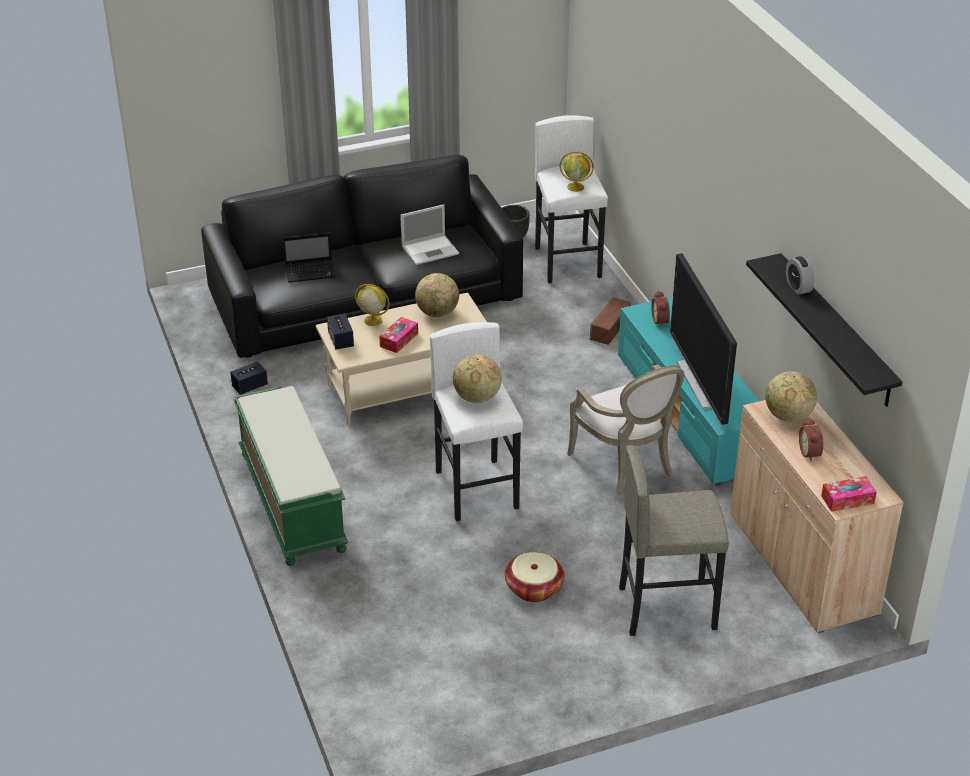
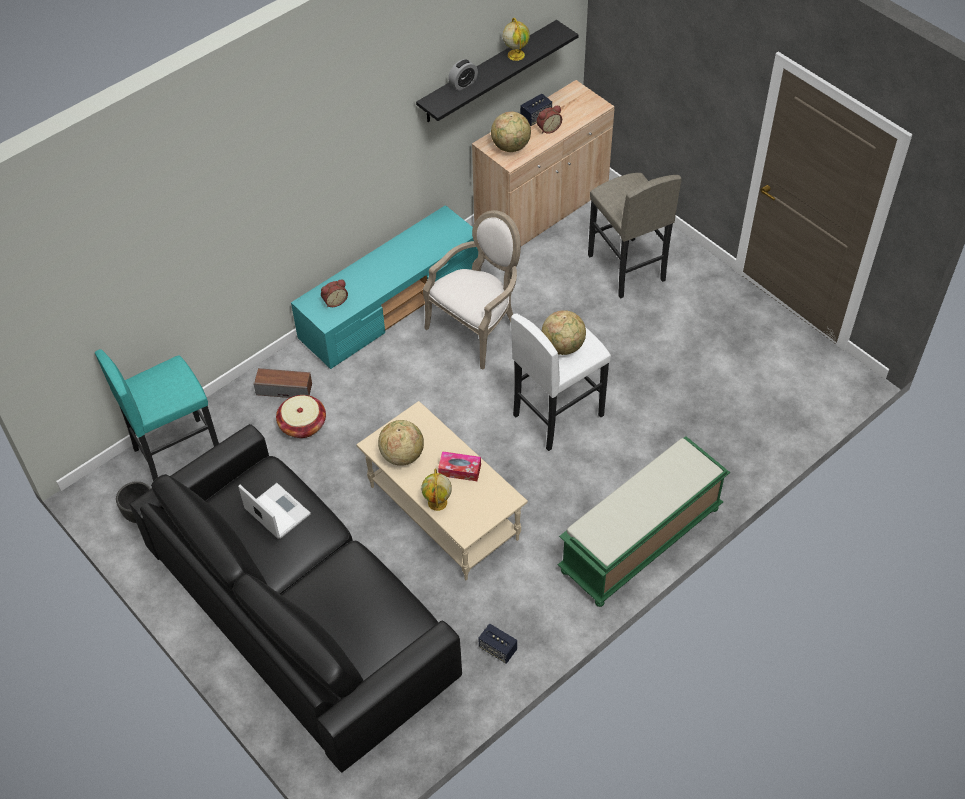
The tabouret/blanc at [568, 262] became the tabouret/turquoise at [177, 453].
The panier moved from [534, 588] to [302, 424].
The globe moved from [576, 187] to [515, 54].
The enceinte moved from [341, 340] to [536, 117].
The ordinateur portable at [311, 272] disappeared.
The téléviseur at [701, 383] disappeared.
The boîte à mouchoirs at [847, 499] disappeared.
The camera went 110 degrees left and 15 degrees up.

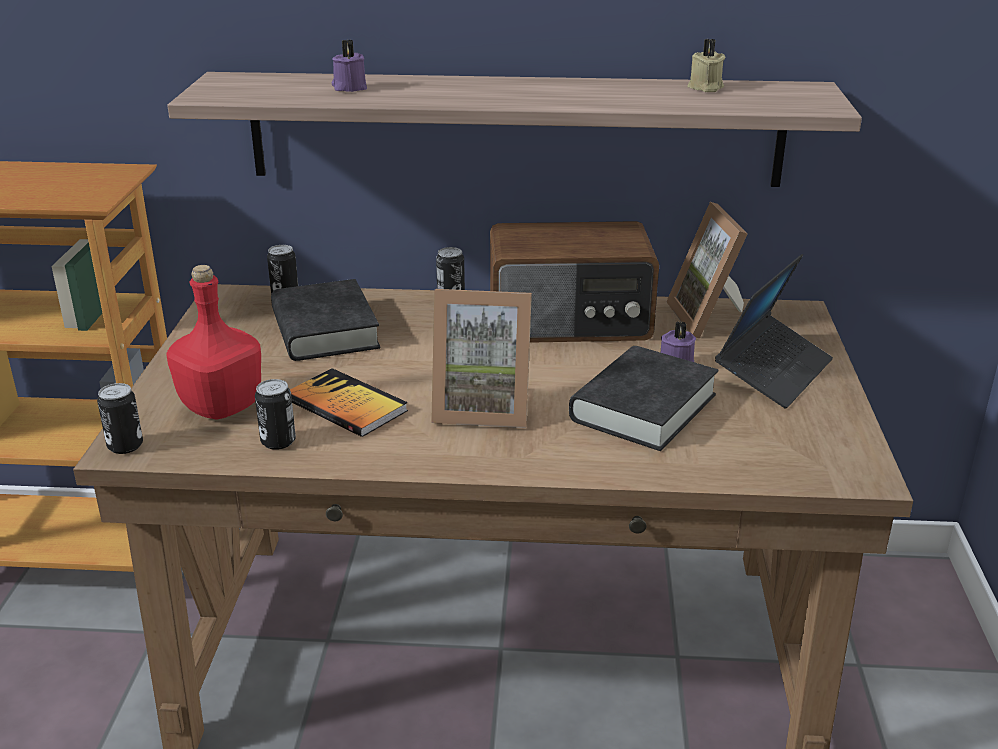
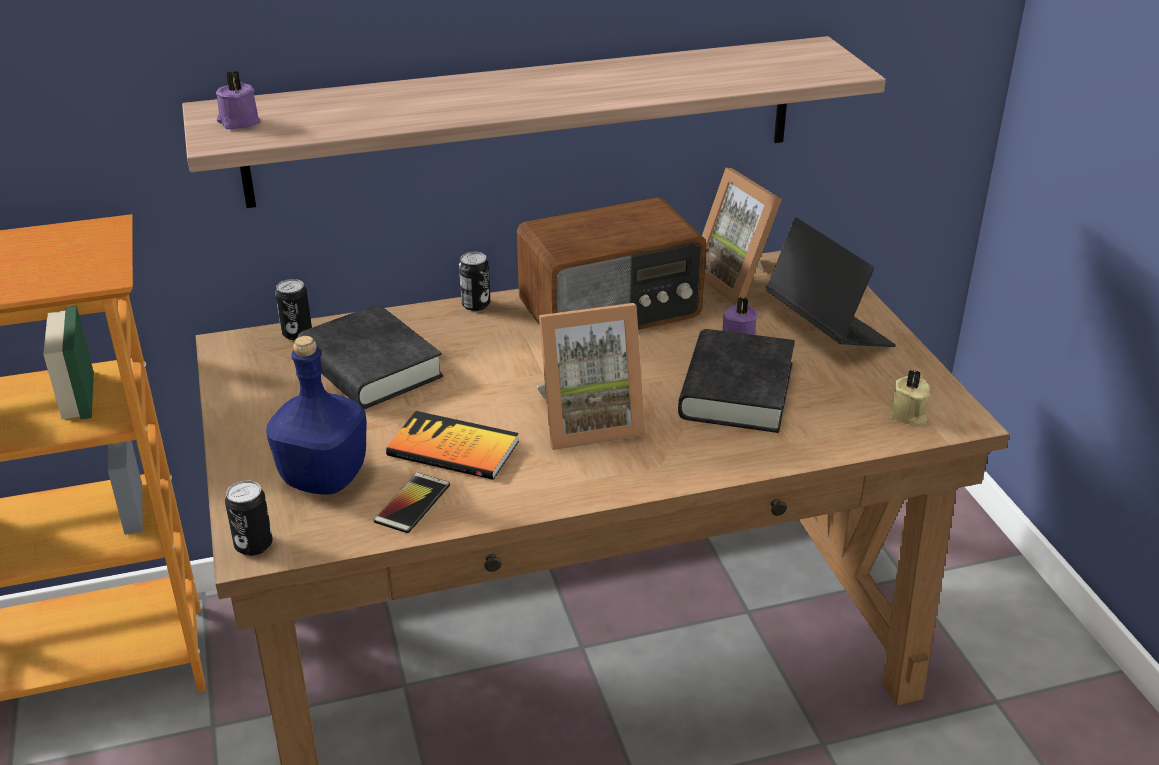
The bougie/violet moved from [349, 88] to [238, 122].
The bouteille/rouge at [223, 405] became the bouteille/bleu at [324, 476].
The boîte métallique at [278, 441] was replaced by the téléphone at [412, 503].
The ordinateur portable at [773, 372] turned 45 degrees counterclockwise.
The bougie/beige moved from [705, 88] to [908, 415].
The camera went 20 degrees left and 5 degrees up.

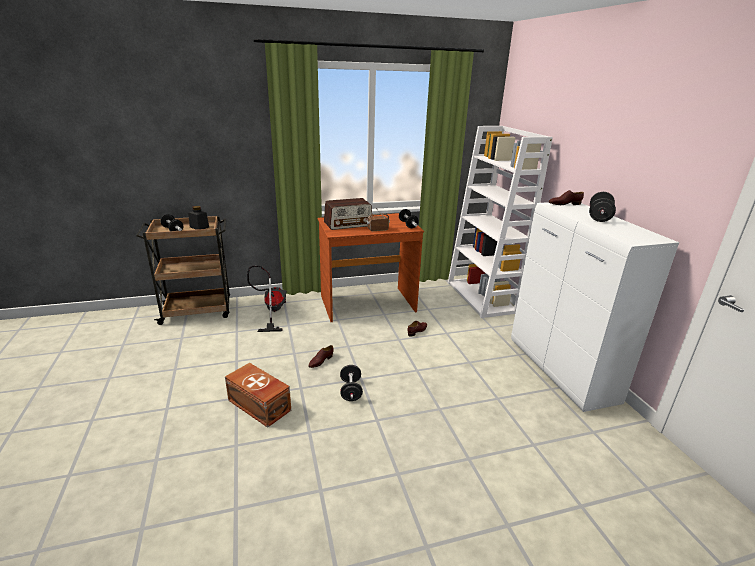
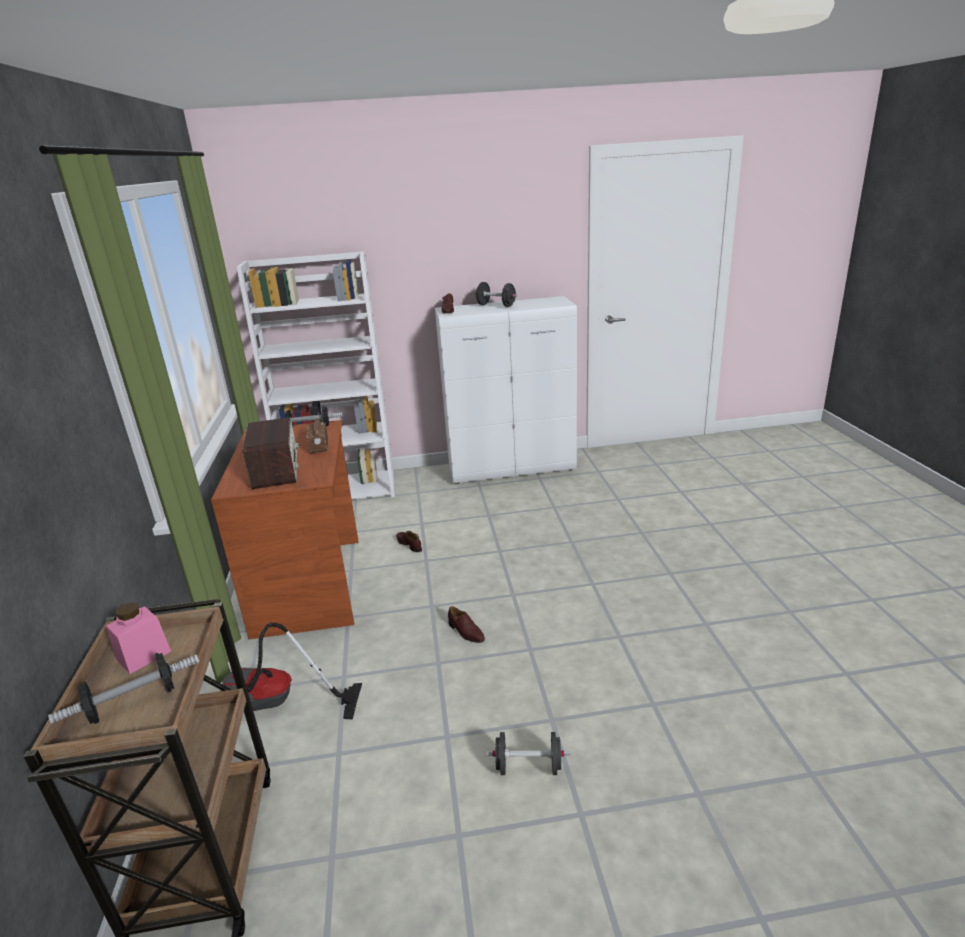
The bocal/noir at [199, 227] became the bocal/rose at [144, 655].
The haltère/noir moved from [351, 391] to [528, 767].
The boîte de rangement/marron at [259, 406] disappeared.
The camera went 80 degrees left and 0 degrees up.

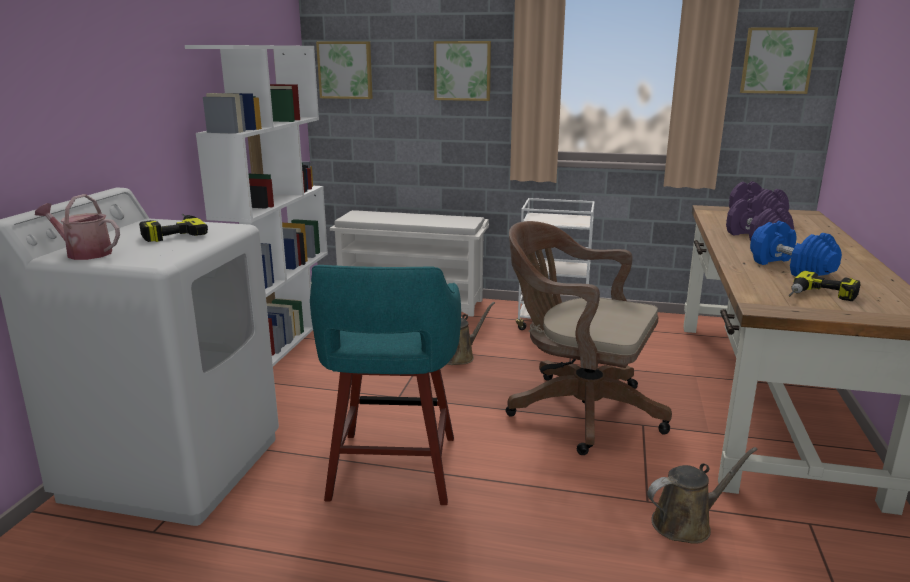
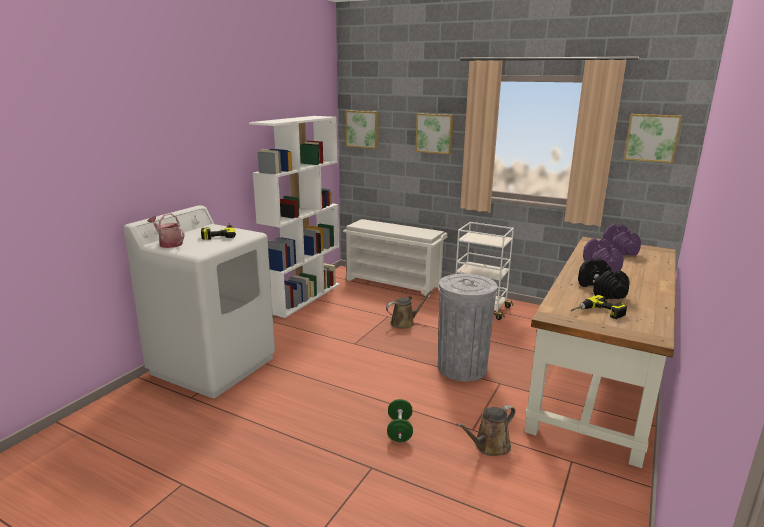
The haltère/vert at [399, 430] appeared.
The chaise de bureau/marron at [577, 410] was replaced by the poubelle/gris at [462, 368].
The arrosoir/marron at [686, 523] turned 150 degrees clockwise.
The haltère/bleu at [790, 267] became the haltère/noir at [600, 291].
The tabouret/turquoise at [392, 470] disappeared.
The camera went 15 degrees right and 0 degrees up.

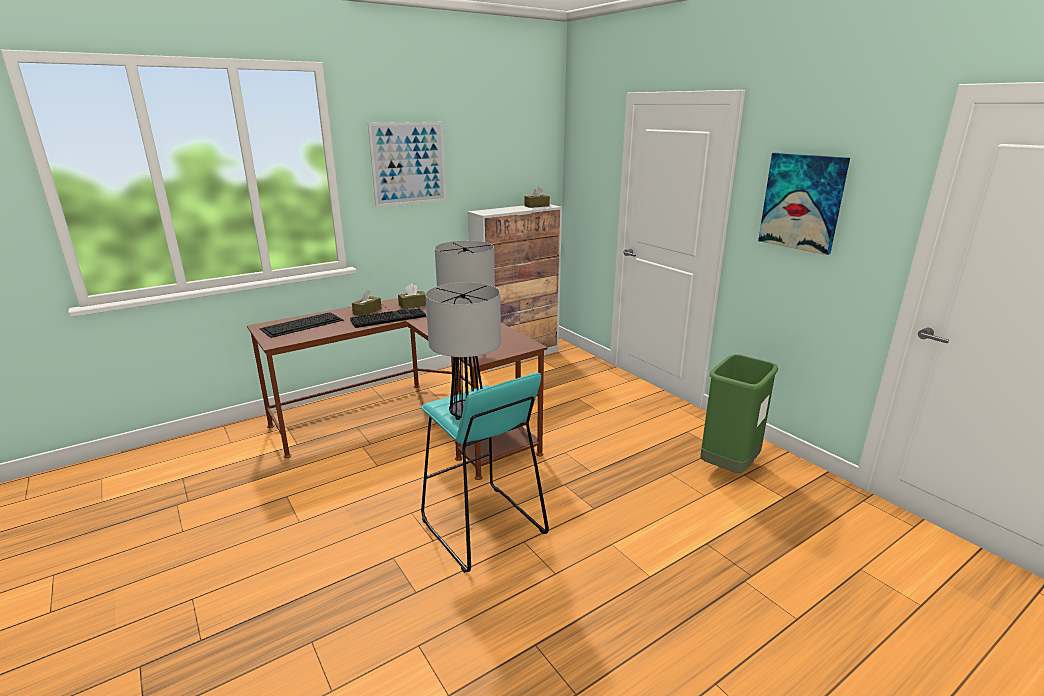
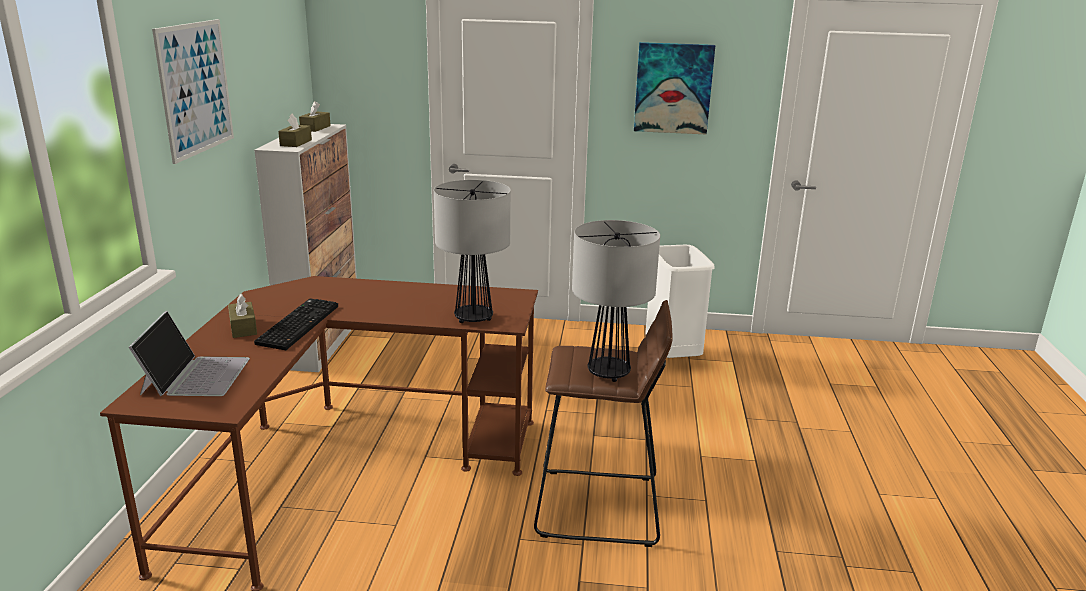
The clavier at [303, 324] was replaced by the ordinateur portable at [195, 375].
The boîte à mouchoirs/marron moved from [413, 305] to [296, 143].
The tabouret/turquoise at [482, 527] became the tabouret/marron at [599, 507].
The poubelle/vert at [728, 467] became the poubelle/blanc at [671, 358].
The camera went 50 degrees left and 0 degrees up.

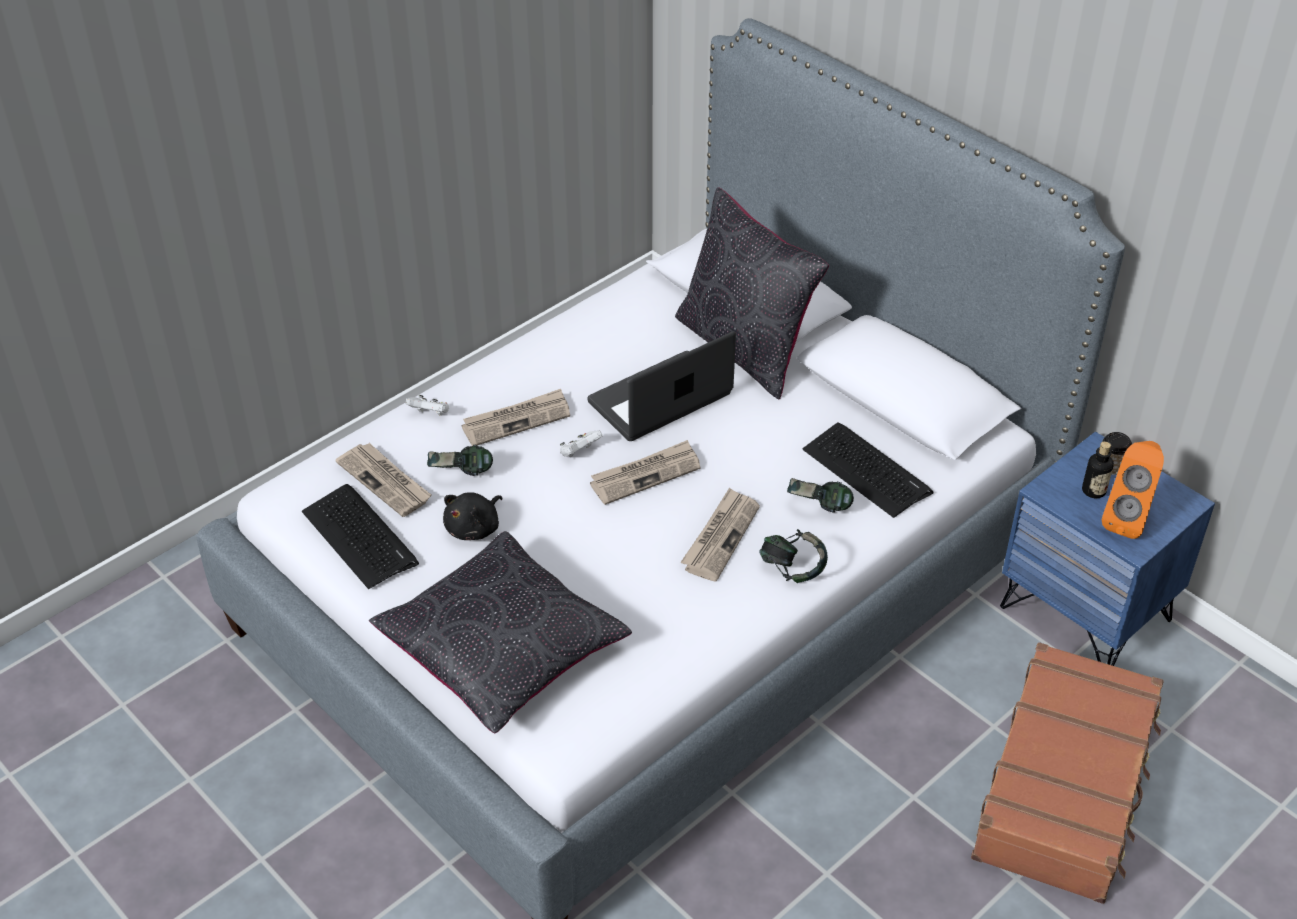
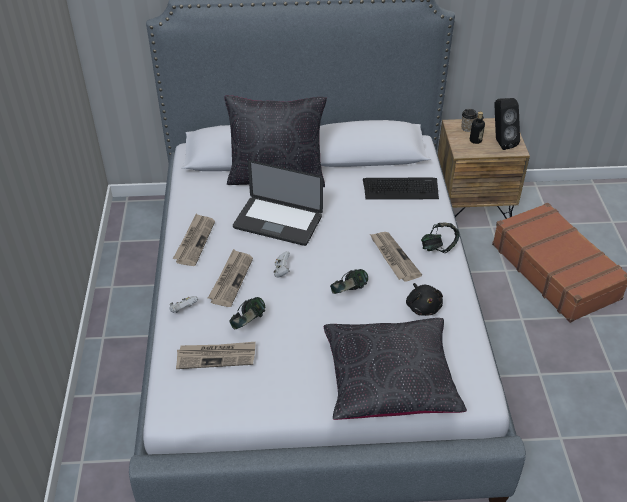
The journal moved from [645, 474] to [194, 241].
The ordinateur portable at [660, 399] turned 75 degrees counterclockwise.
The casque audio moved from [818, 509] to [349, 292].
The peluche/noir moved from [475, 528] to [423, 306].
The table de chevet/bleu at [1086, 613] became the table de chevet/marron at [472, 206].
The enceinte/orange at [1127, 520] became the enceinte/noir at [500, 142].
The clavier at [360, 537] disappeared.
The camera went 50 degrees left and 0 degrees up.

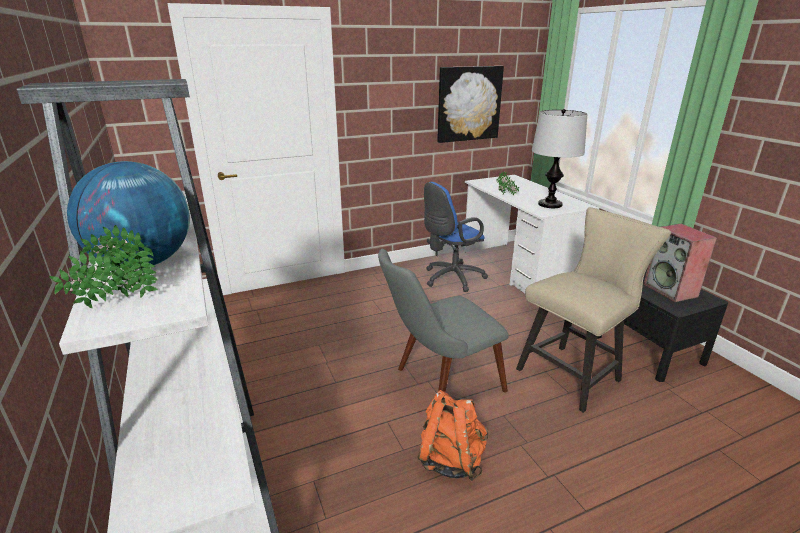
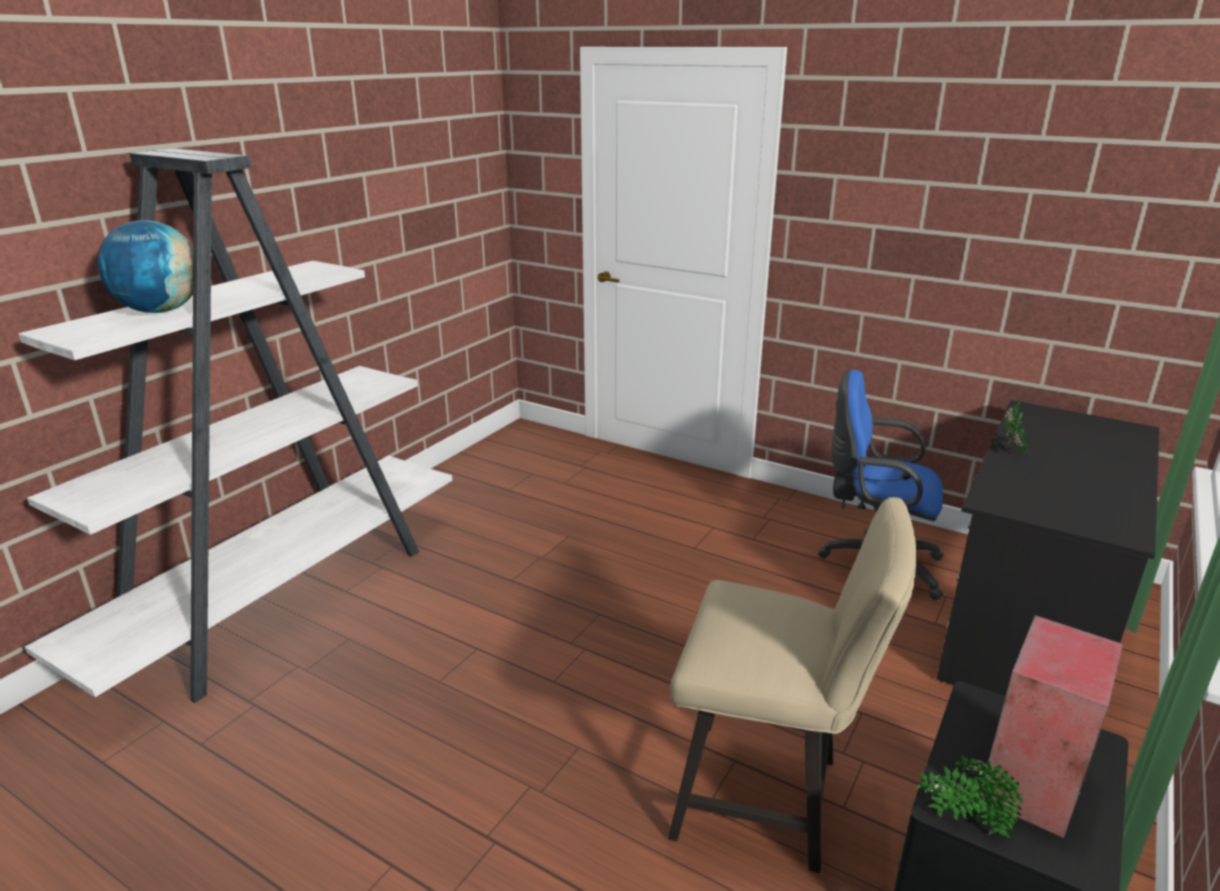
The plante en pot moved from [116, 301] to [963, 820].
The bureau/blanc at [517, 270] became the bureau/noir at [1029, 624].
The chaise/gris at [438, 383] disappeared.
The sac à dos/orange at [450, 459] disappeared.
The tableau at [468, 104] disappeared.
The lampe de table at [549, 204] disappeared.
The camera went 55 degrees right and 0 degrees up.

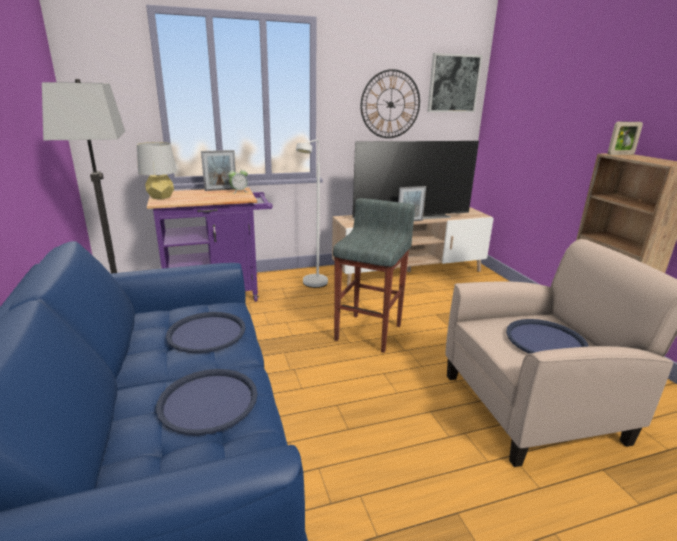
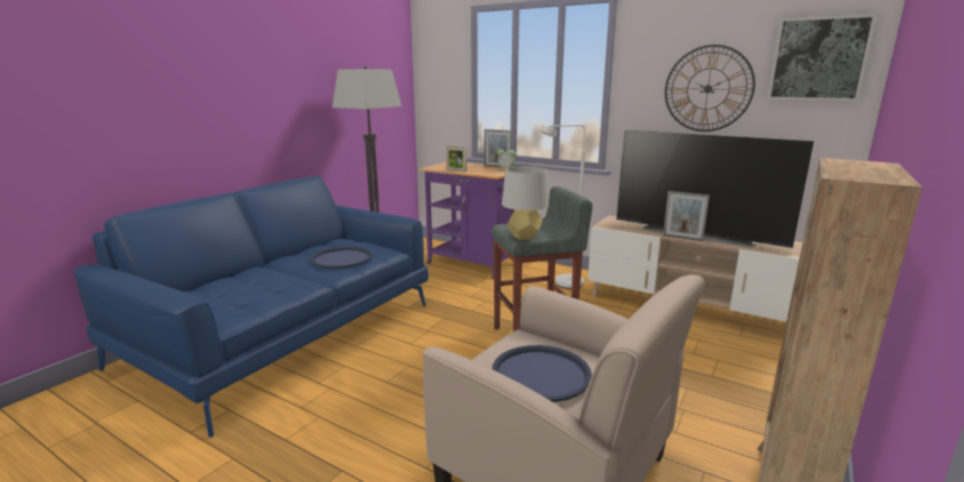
The cadre photo moved from [620, 154] to [456, 170].
The lampe de table/gris moved from [161, 197] to [524, 237].
The plateau/bleu at [208, 401] disappeared.
The camera went 50 degrees right and 5 degrees down.

